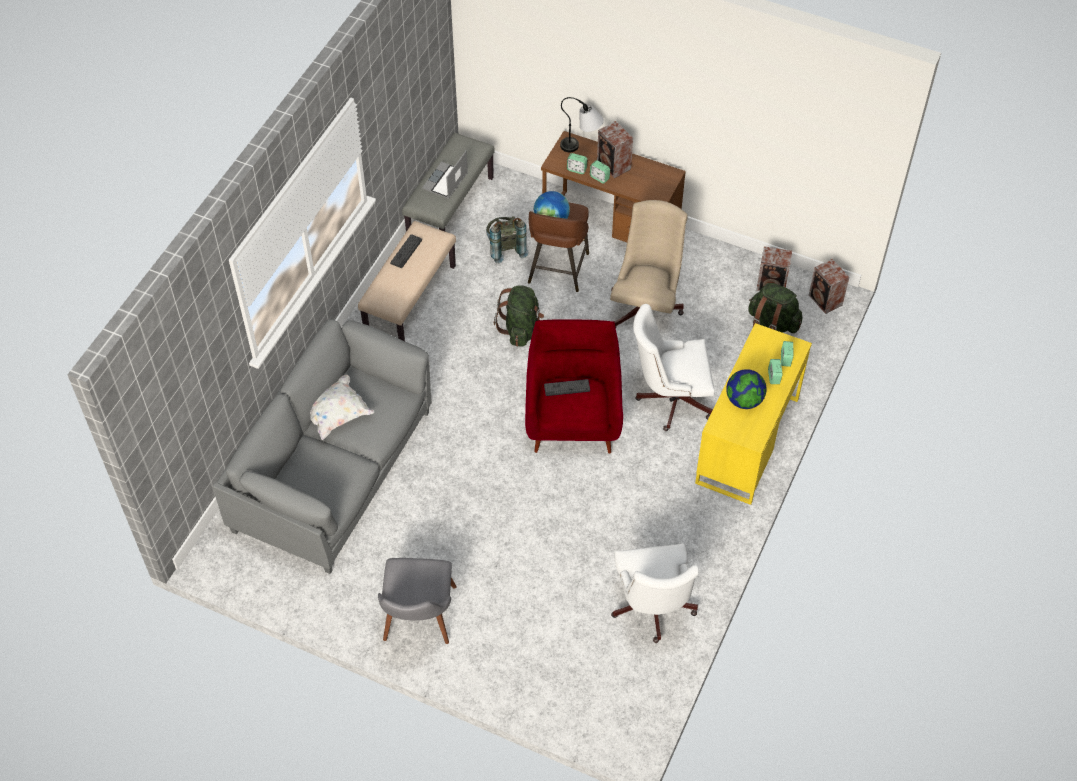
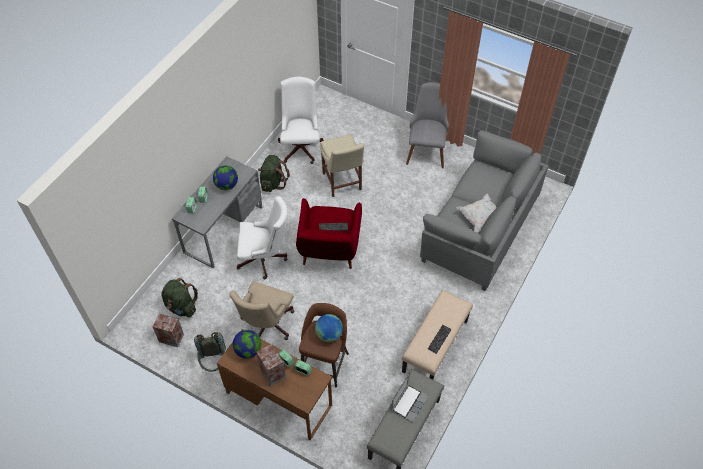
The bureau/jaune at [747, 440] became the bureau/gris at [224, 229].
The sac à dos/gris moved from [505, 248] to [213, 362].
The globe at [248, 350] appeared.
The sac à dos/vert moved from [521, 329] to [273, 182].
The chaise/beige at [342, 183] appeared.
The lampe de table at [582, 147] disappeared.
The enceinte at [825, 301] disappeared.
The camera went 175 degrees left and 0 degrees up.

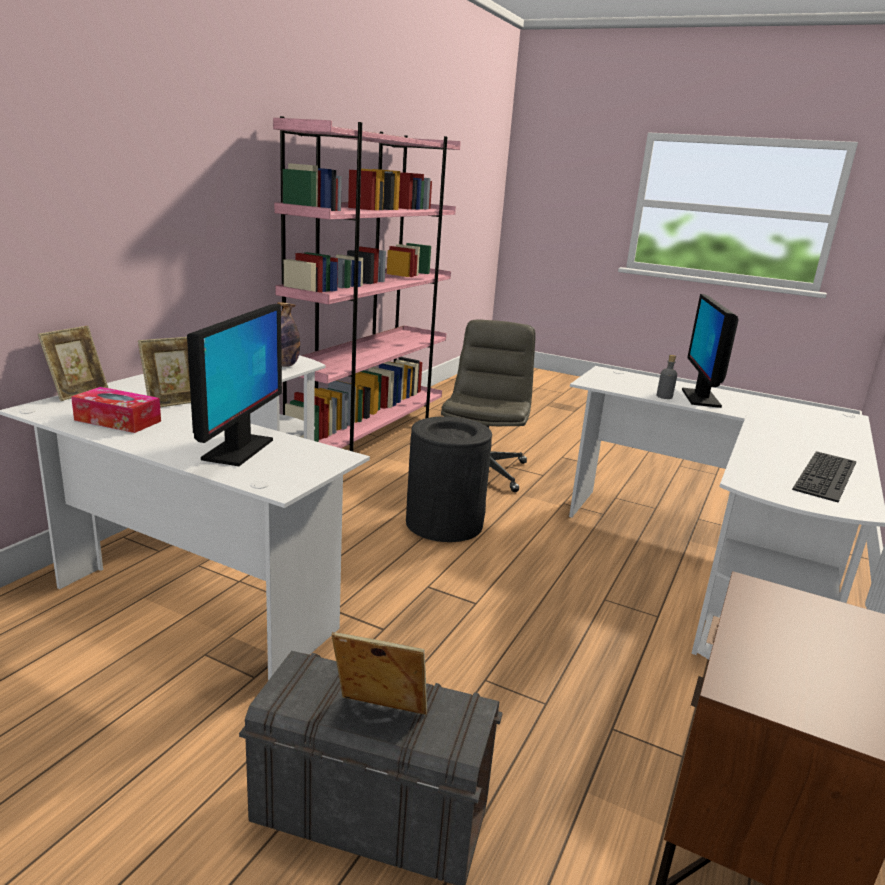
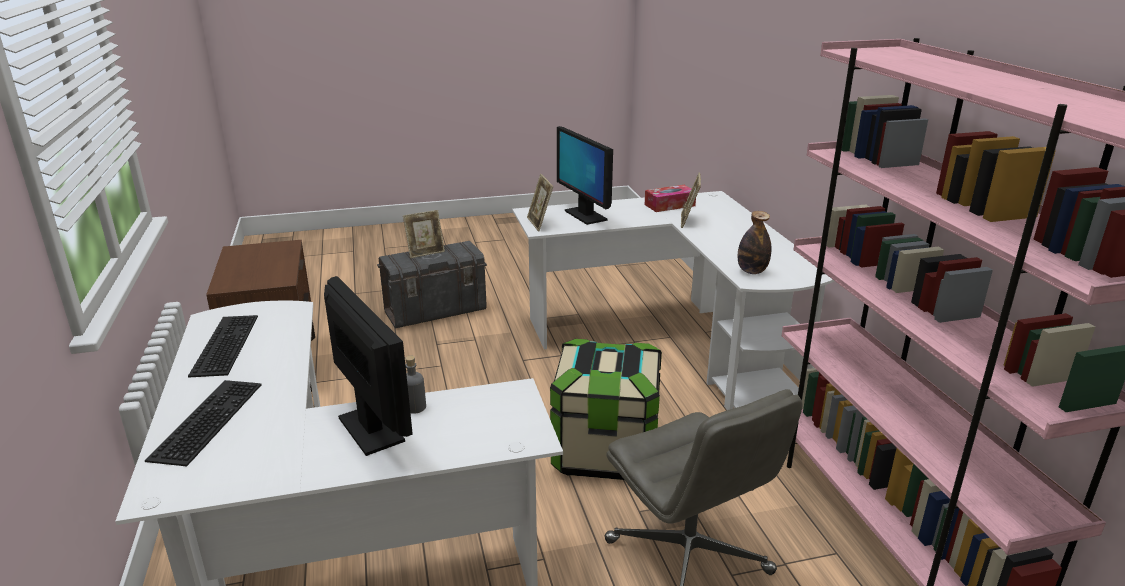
The clavier at [205, 419] appeared.
The cadre photo moved from [78, 392] to [540, 223].
The poubelle/noir at [444, 523] was replaced by the boîte de rangement at [605, 451].
The camera went 140 degrees right and 5 degrees up.

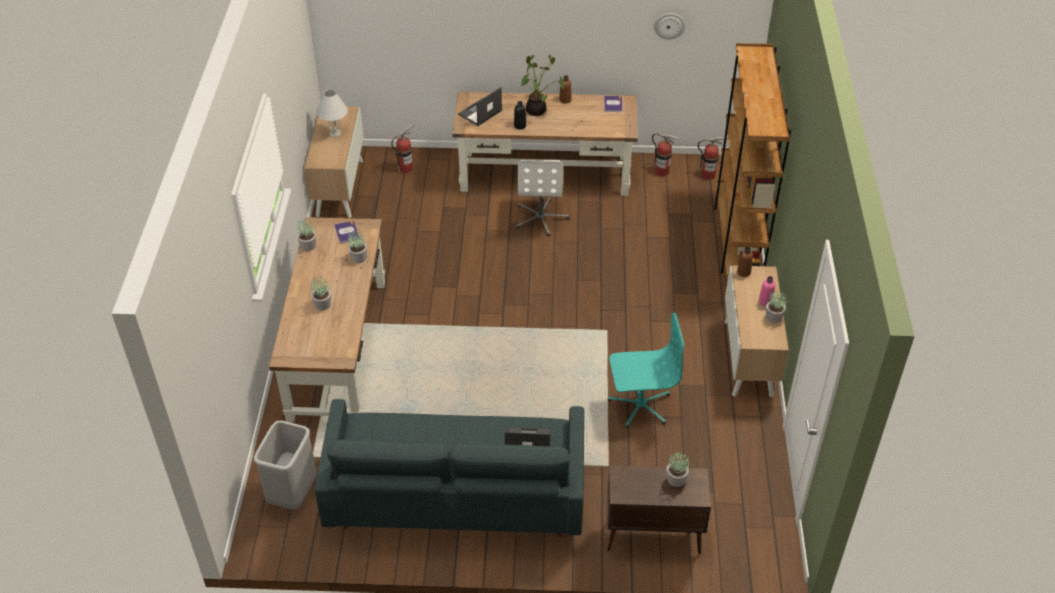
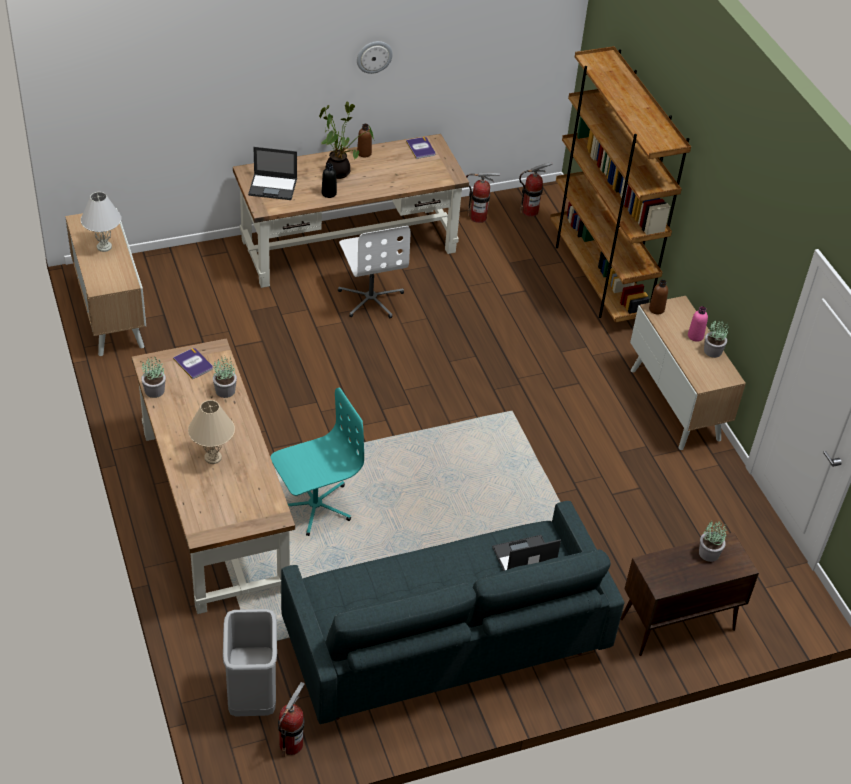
The plante en pot at [322, 304] was replaced by the lampe de table/beige at [212, 457].
The ordinateur portable at [480, 113] turned 105 degrees counterclockwise.
The chaise de bureau/turquoise moved from [640, 405] to [314, 505].
The extincteur moved from [405, 168] to [291, 744].
The horloge murale moved from [669, 25] to [374, 56].
The camera went 25 degrees left and 0 degrees up.

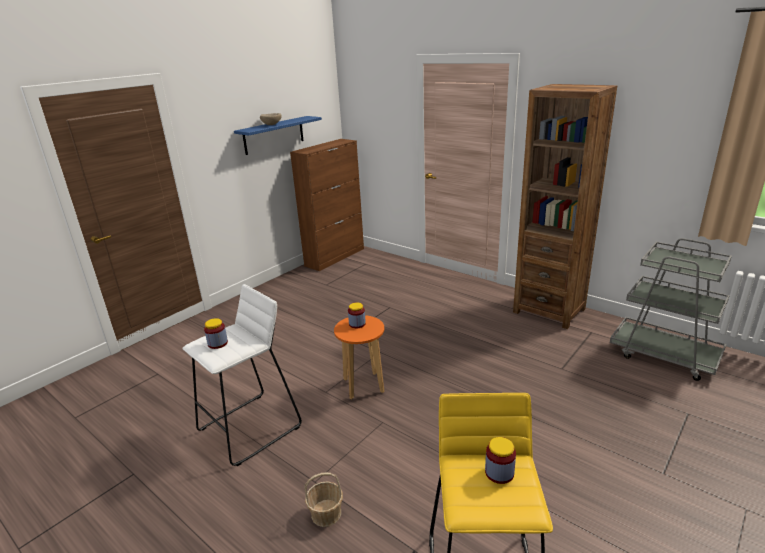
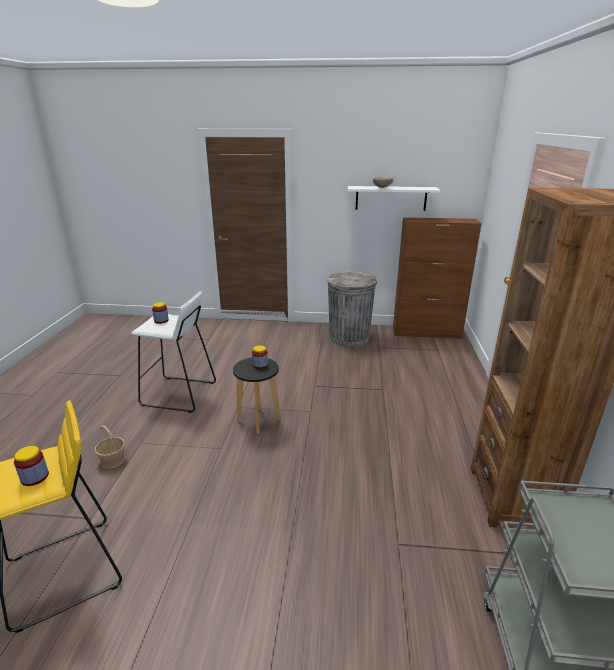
The tabouret/orange at [363, 385] became the tabouret/noir at [259, 421].
The poubelle/gris at [349, 337] appeared.
The étagère/bleu at [274, 135] became the étagère/blanc at [391, 198].
The camera went 55 degrees right and 0 degrees up.

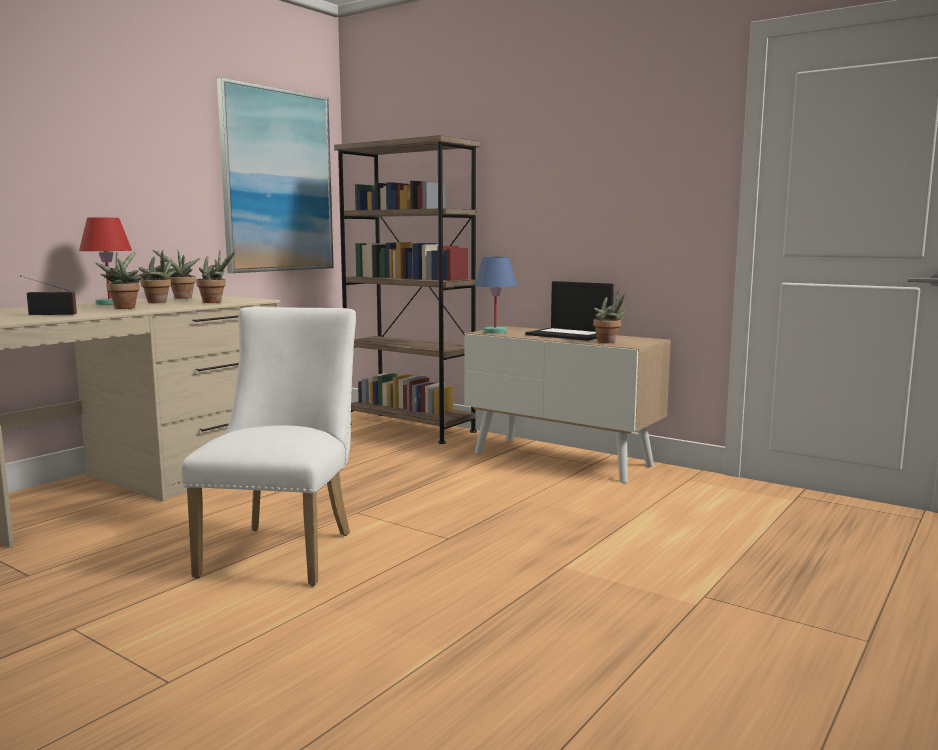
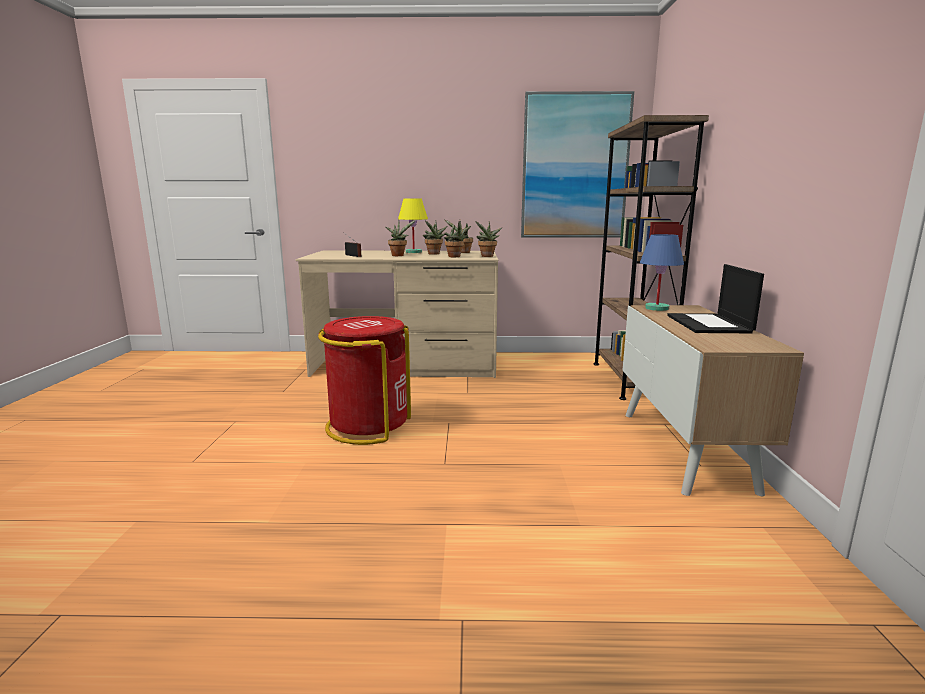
The chaise/blanc at [284, 549] was replaced by the poubelle/rouge at [368, 426].
The lampe de table/rouge at [110, 303] became the lampe de table/jaune at [414, 252].
The plante en pot moved from [608, 342] to [487, 256].
The camera went 55 degrees right and 5 degrees up.

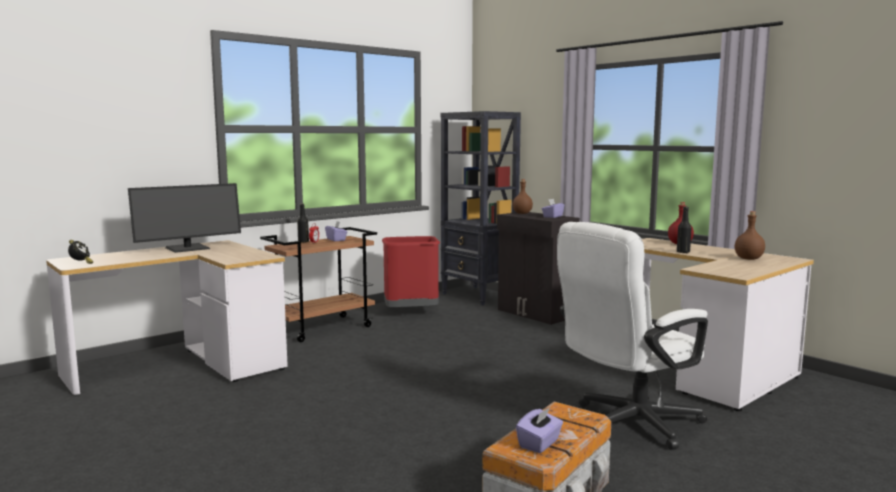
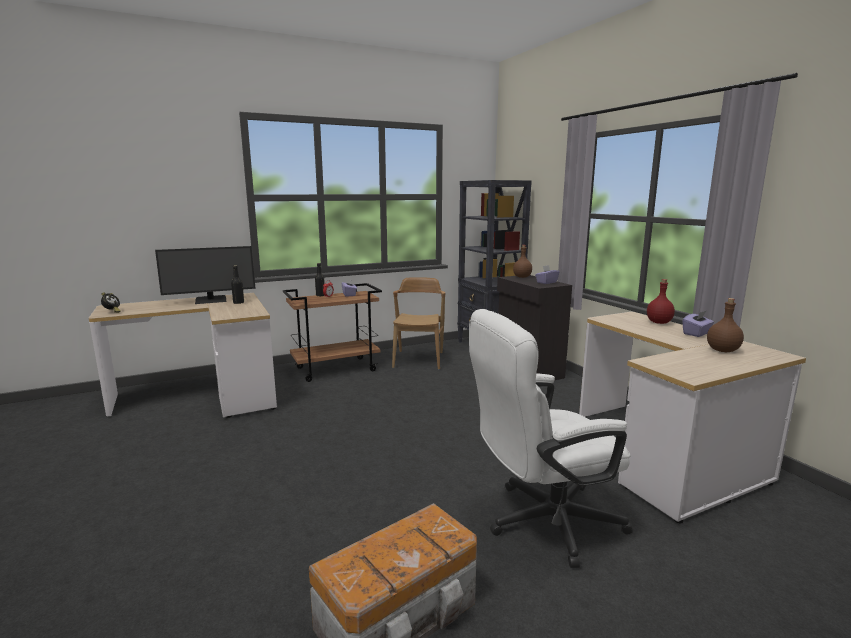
The bouteille/noir moved from [683, 252] to [238, 303].
The poubelle/rouge at [411, 313] was replaced by the chaise/marron at [418, 360].
The boîte à mouchoirs/violet moved from [539, 444] to [696, 333].
The camera went 15 degrees right and 5 degrees up.

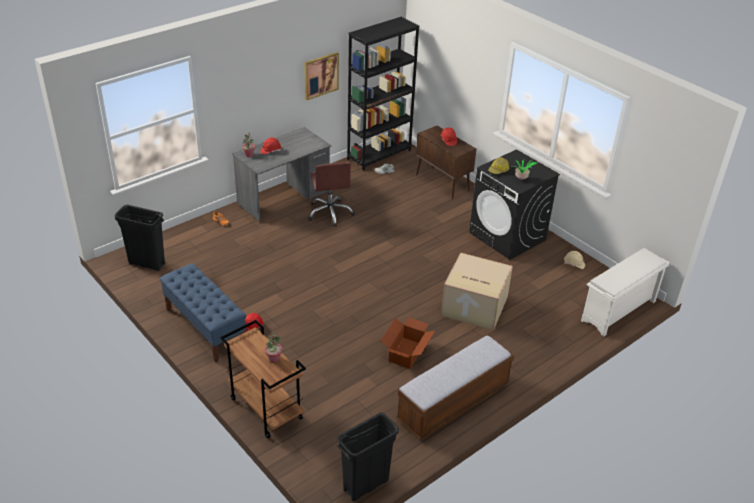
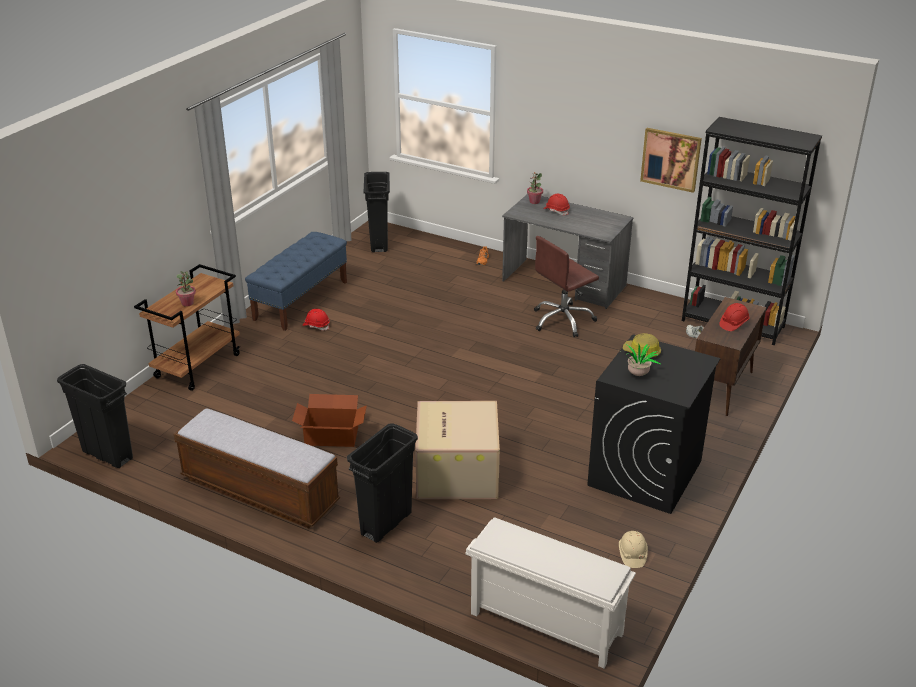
The poubelle/noir at [386, 524] appeared.
The camera went 70 degrees right and 5 degrees down.

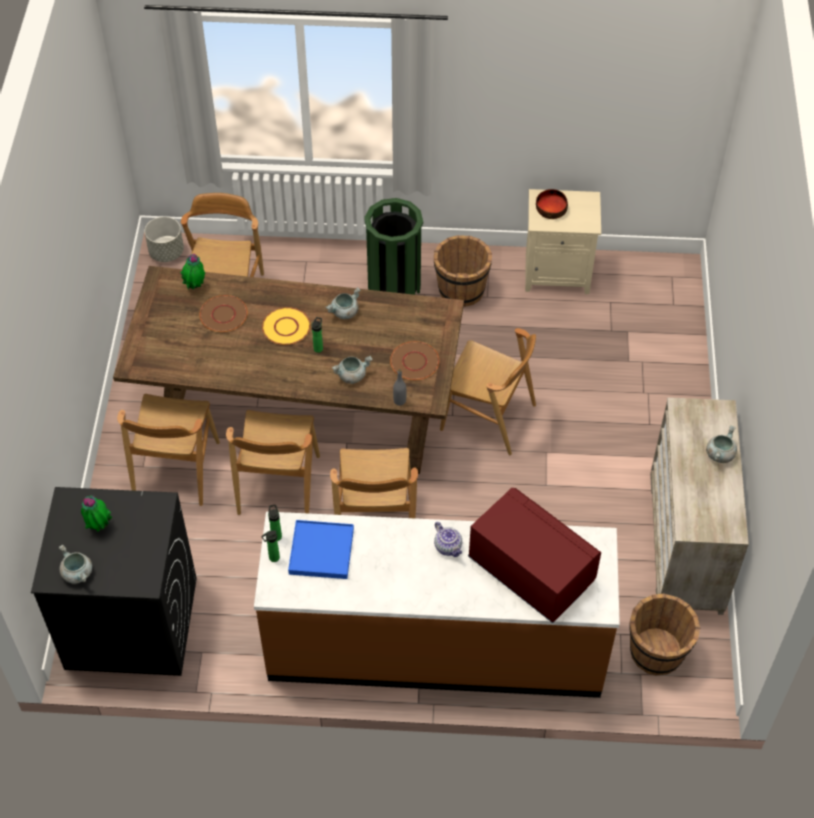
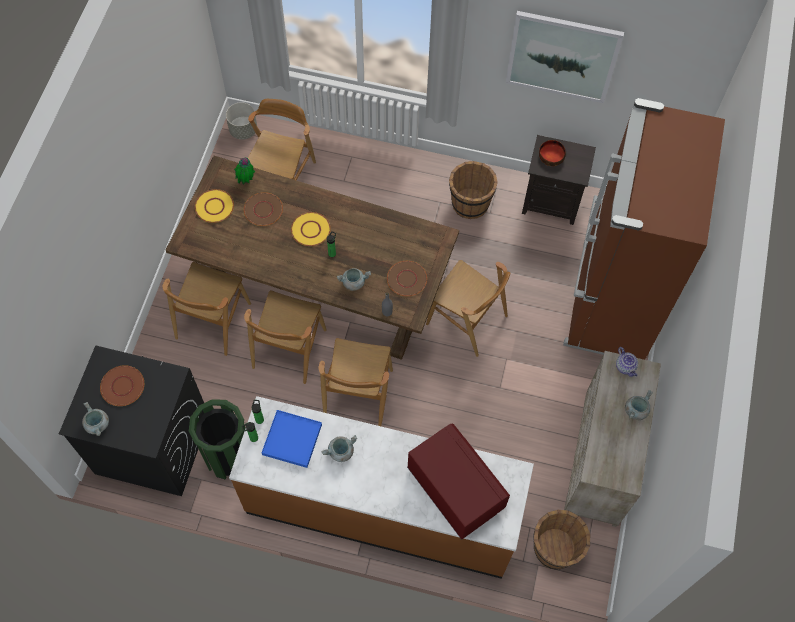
The plante en pot at [99, 526] was replaced by the assiette/marron at [122, 386].
The poubelle/vert moved from [394, 287] to [229, 456].
The assiette/jaune at [214, 207] appeared.
The marmite/gris moved from [344, 313] to [340, 452].
The tableau at [562, 56] appeared.
The table de chevet/beige at [558, 273] became the table de chevet/noir at [552, 201].
The réfrigérateur/marron at [609, 302] appeared.
The théière moved from [448, 547] to [625, 367].
The camera went 10 degrees right and 10 degrees up.

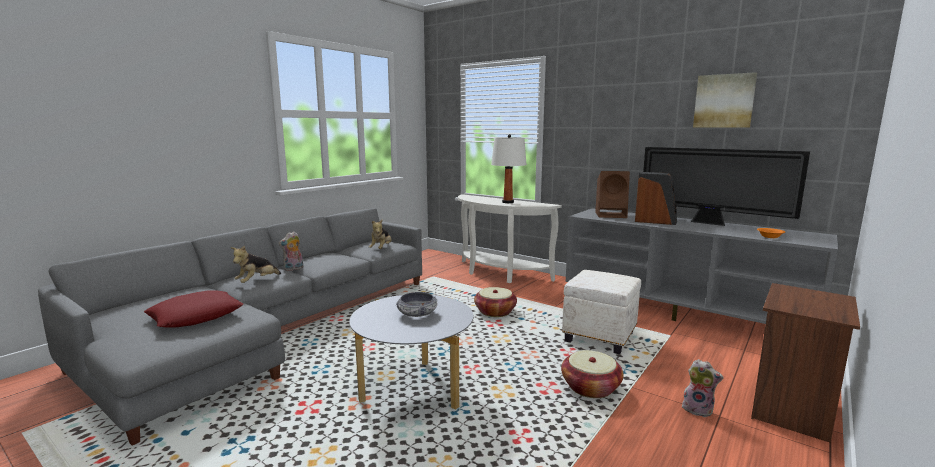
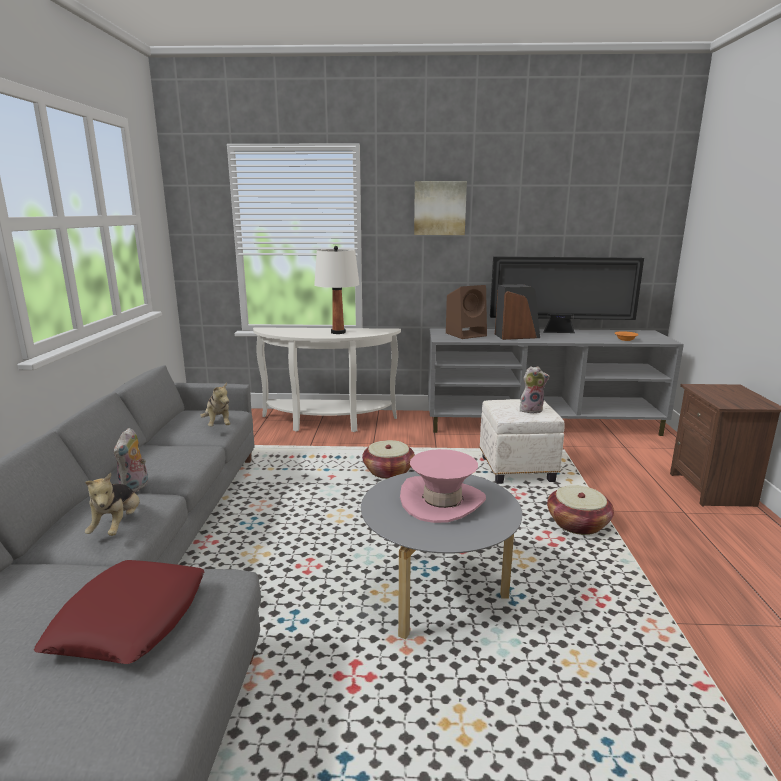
The bol at [417, 313] was replaced by the chapeau/rose at [442, 501].
The tableau moved from [724, 101] to [439, 208].
The peluche moved from [698, 409] to [531, 410].
The camera went 35 degrees left and 5 degrees up.

